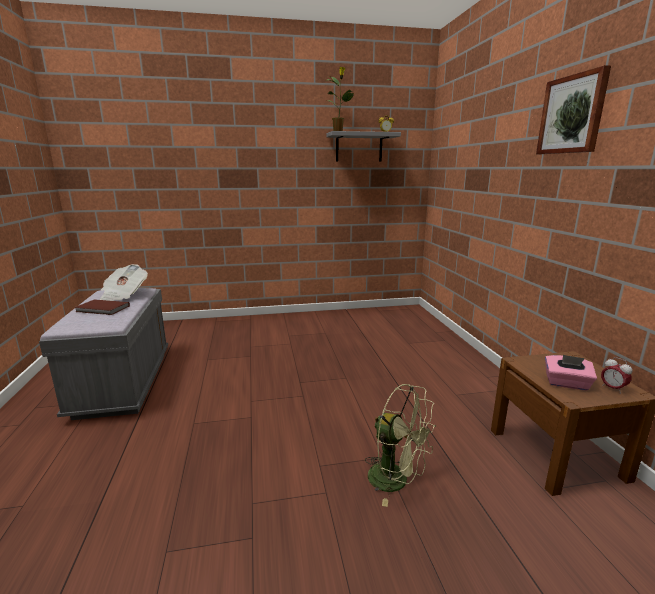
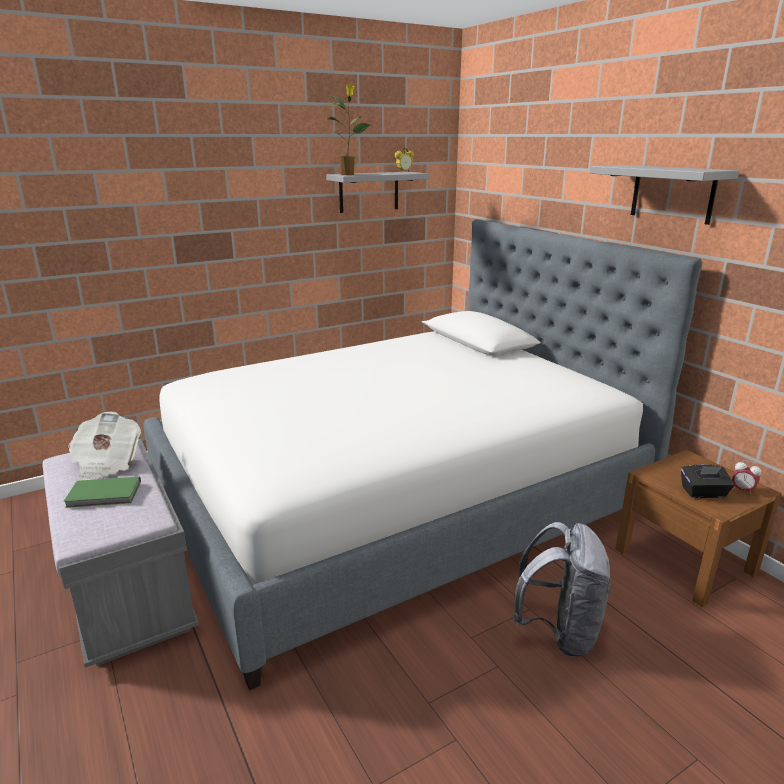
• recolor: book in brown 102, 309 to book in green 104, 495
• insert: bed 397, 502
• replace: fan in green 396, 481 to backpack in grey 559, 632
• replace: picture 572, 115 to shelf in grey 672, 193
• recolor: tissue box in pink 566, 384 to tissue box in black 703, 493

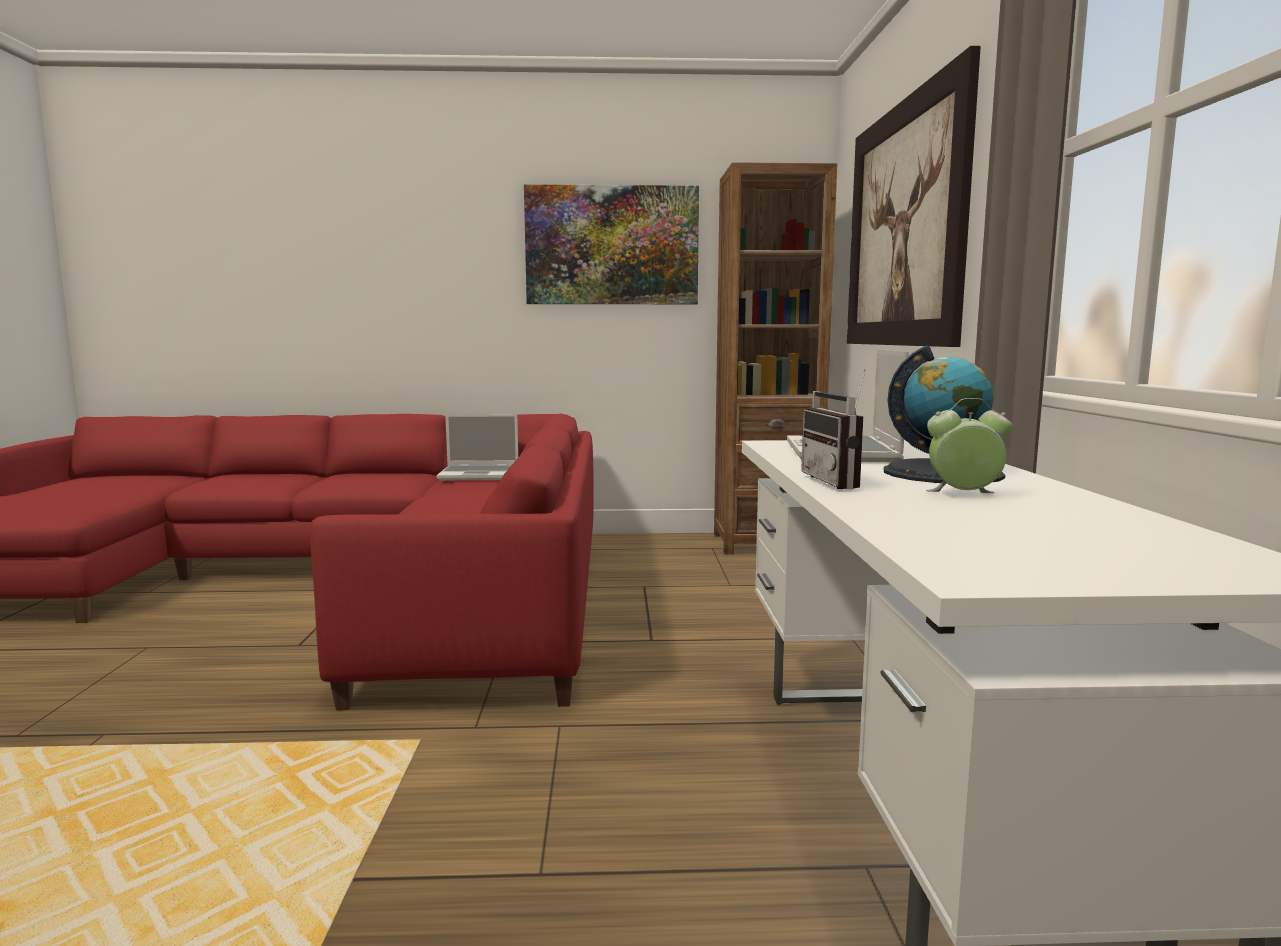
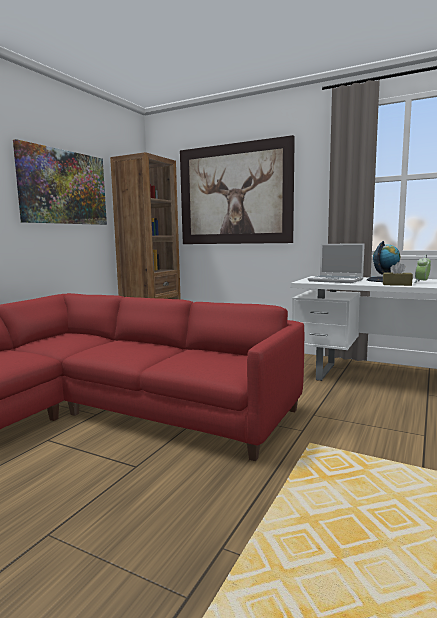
• replace: radio 841, 482 to tissue box in brown 396, 284
• delete: laptop 480, 475

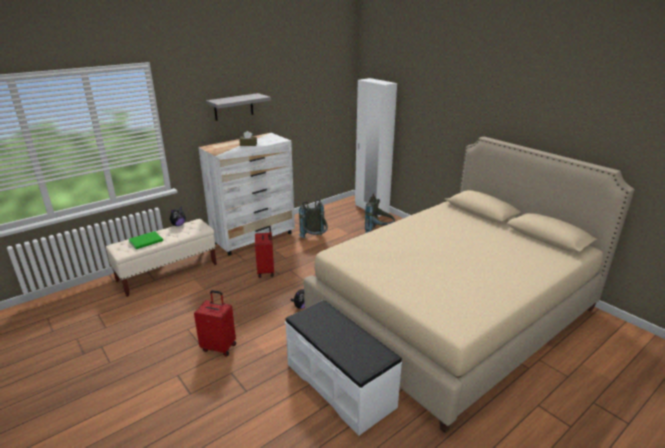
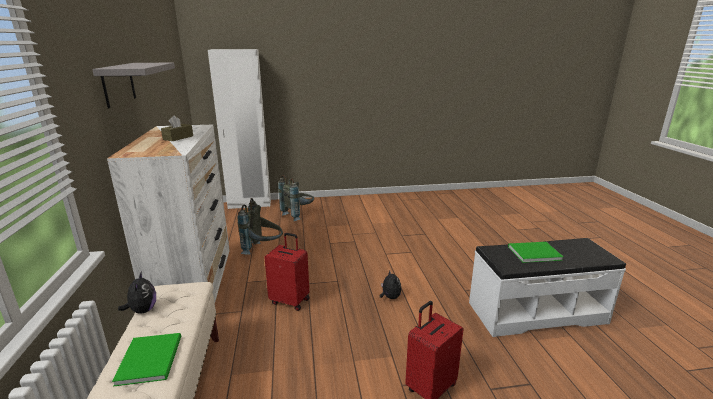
• insert: book in green 532, 252
• delete: bed in beige 453, 314

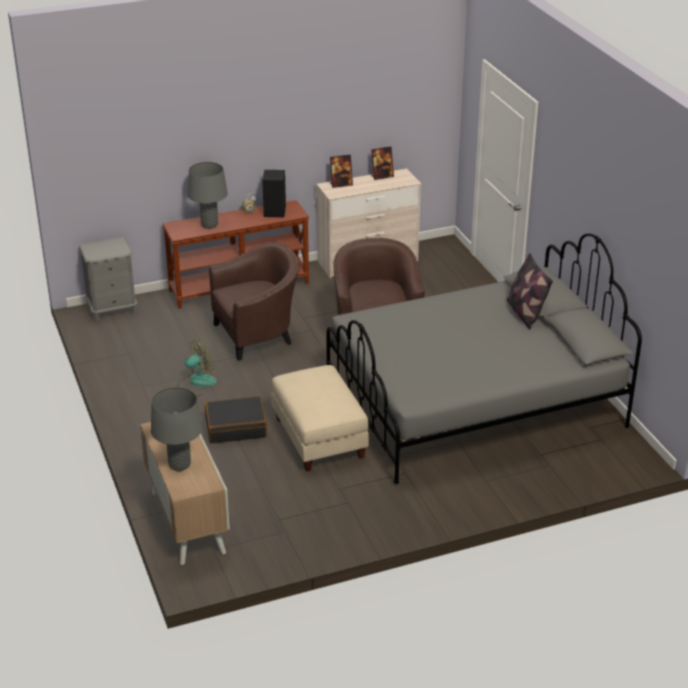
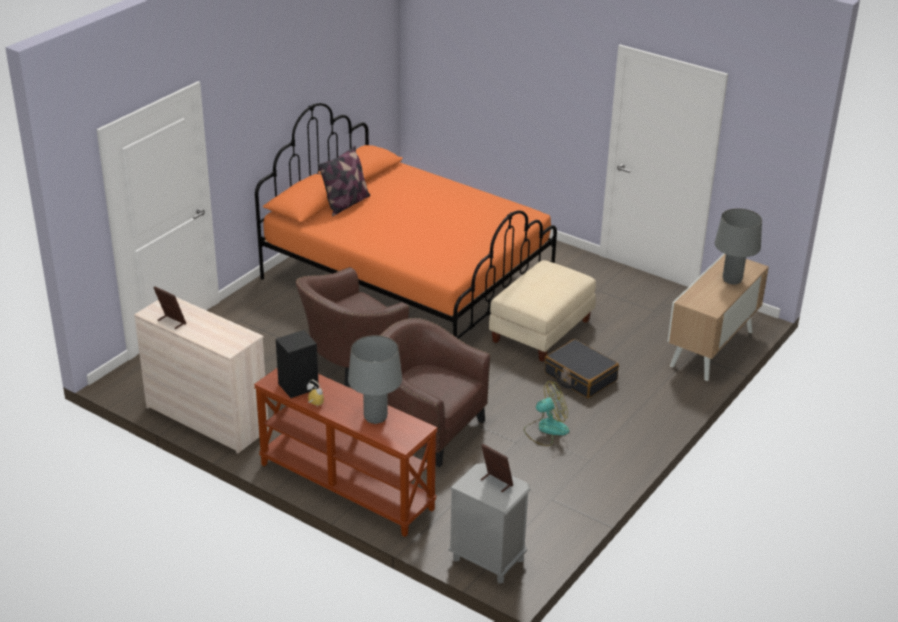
• recolor: bed in grey 474, 402 to bed in orange 408, 278
• move: picture frame 341, 184 to 496, 482
• rotate: fan 196, 383 = 546, 429 135 degrees clockwise

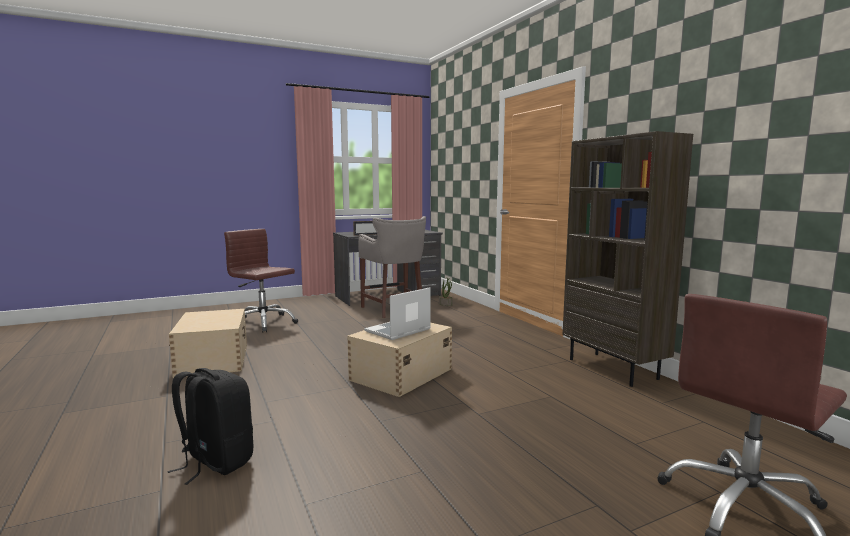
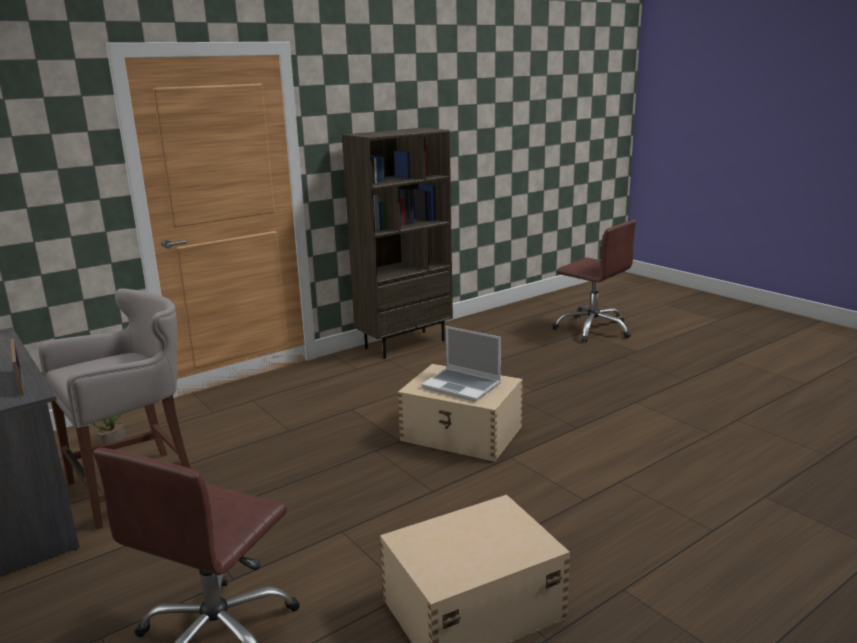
• delete: backpack in black 215, 462

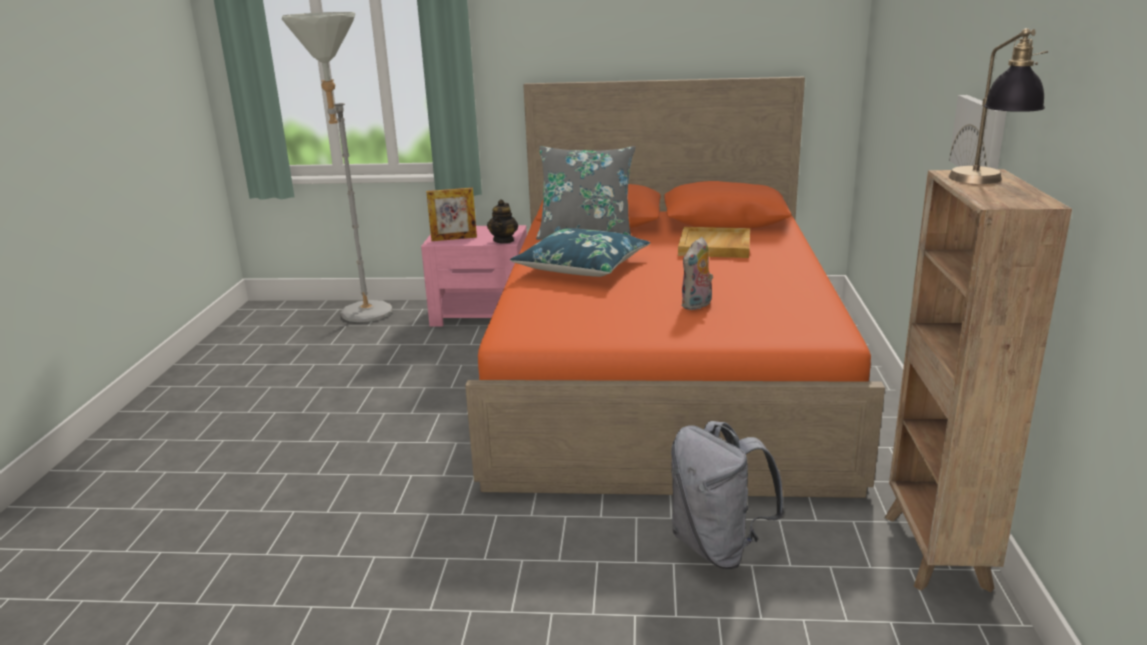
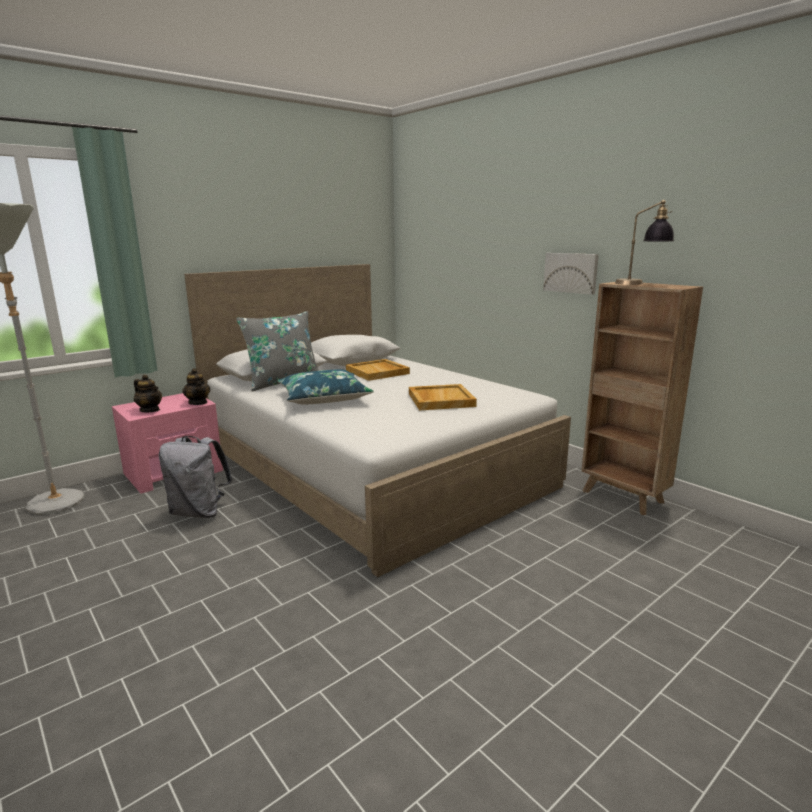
• replace: picture frame 454, 238 to teapot 150, 410
• move: backpack in grey 718, 547 to 199, 512
• recolor: bed in orange 665, 376 to bed in white 372, 467
• replace: plush toy 697, 305 to tray in beige 440, 400

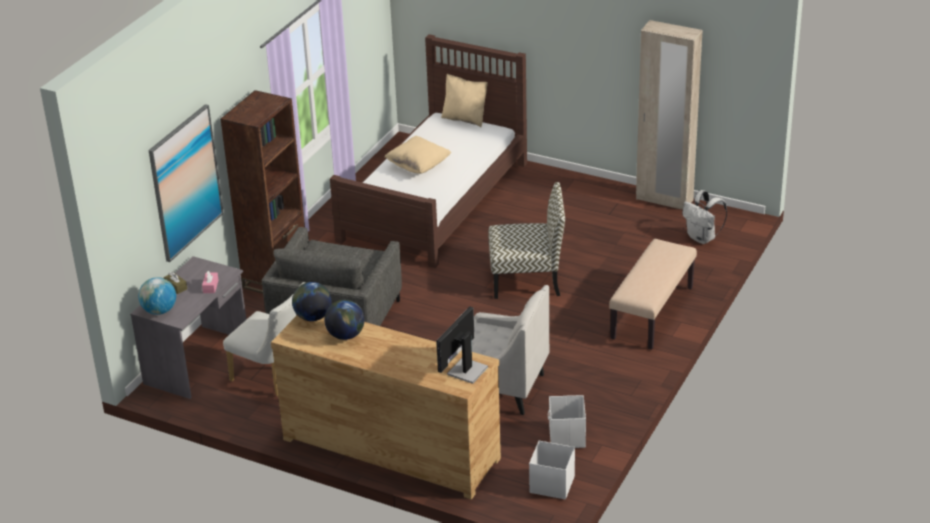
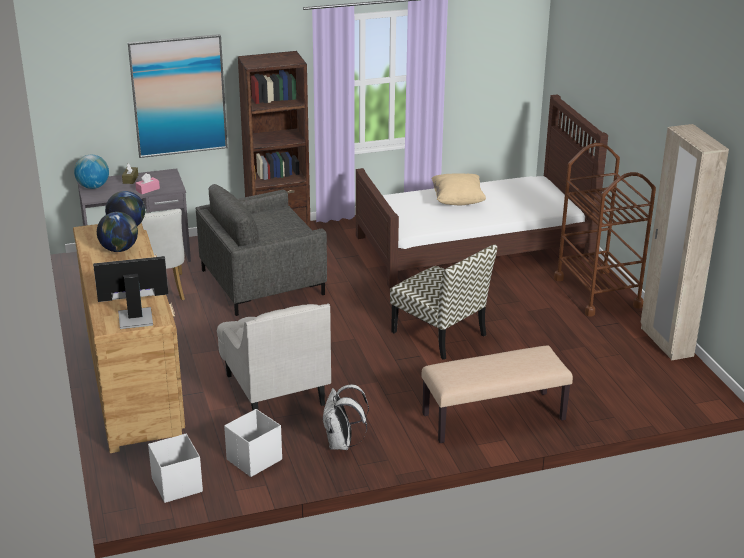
• move: backpack in white 702, 238 to 342, 444
• insert: cart in brown 597, 292
• delete: pillow in beige 465, 119

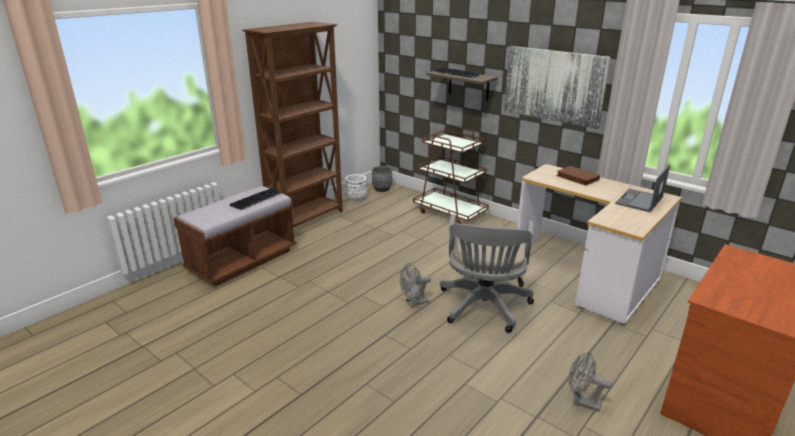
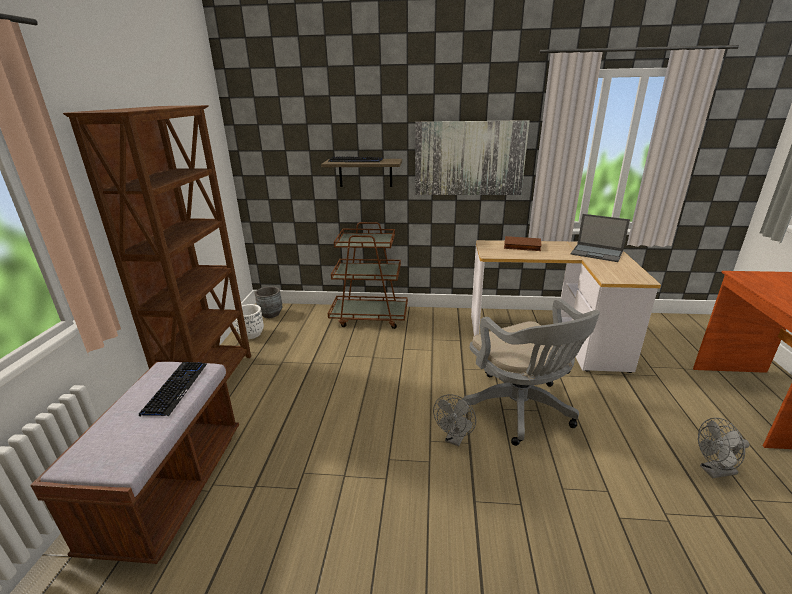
• rotate: laptop 639, 201 = 597, 253 60 degrees counterclockwise

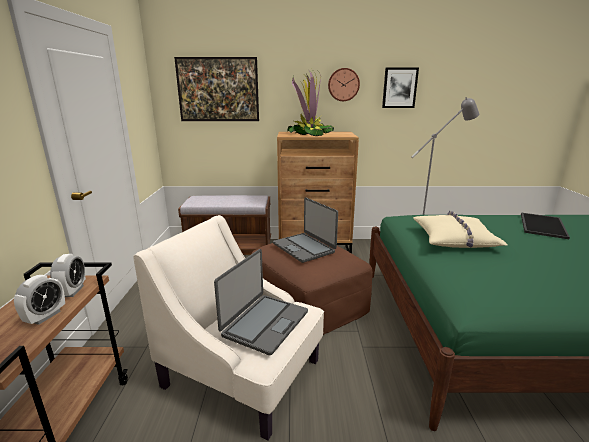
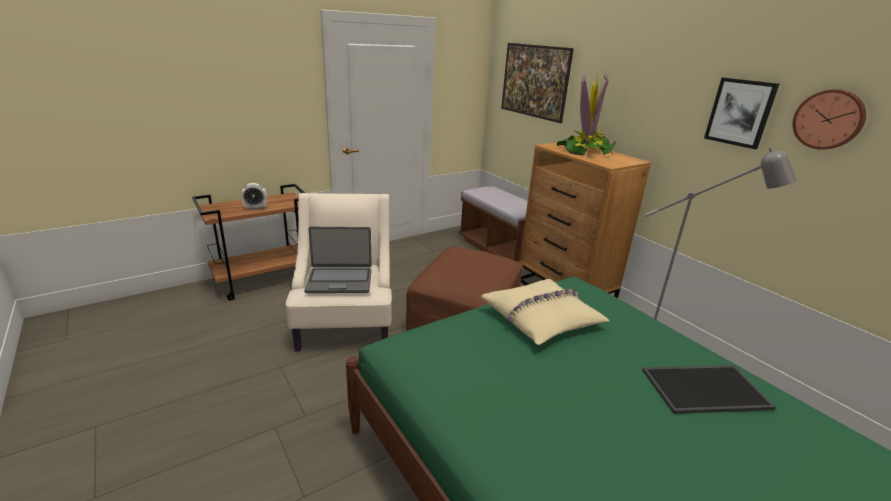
• move: wall clock 343, 84 to 829, 119
• delete: alarm clock 73, 291
• delete: laptop 304, 248

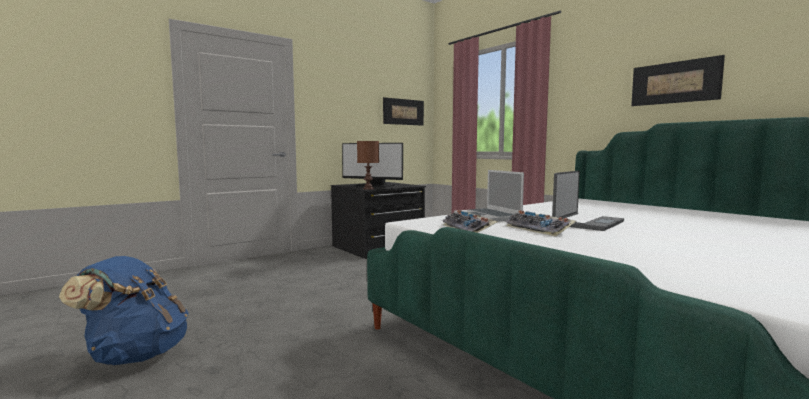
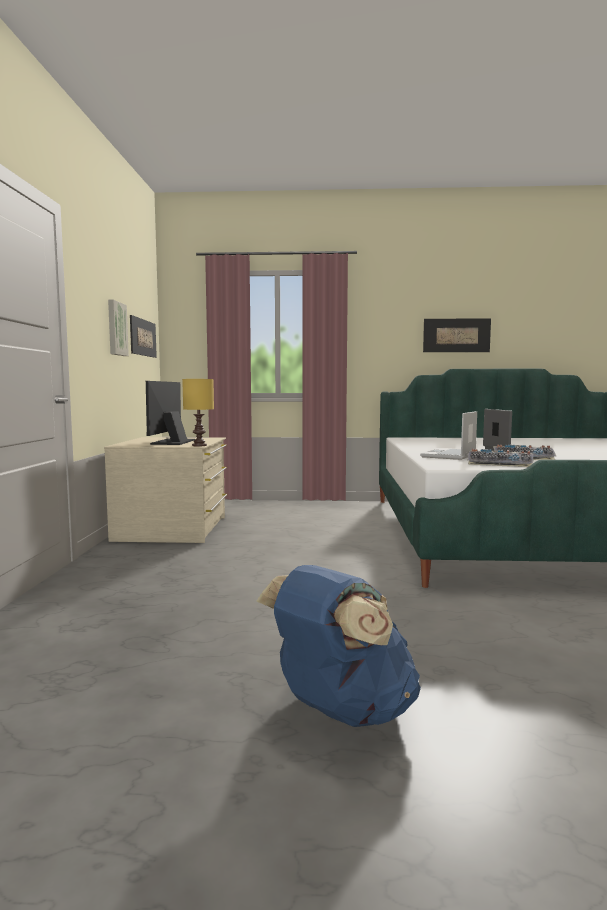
• recolor: dresser in black 378, 247 to dresser in beige 173, 528
• insert: picture 116, 328
• rotate: monitor 374, 185 = 172, 442 120 degrees clockwise
• recolor: table lamp in brown 368, 189 to table lamp in yellow 199, 445
• rotate: laptop 488, 217 = 449, 456 105 degrees clockwise

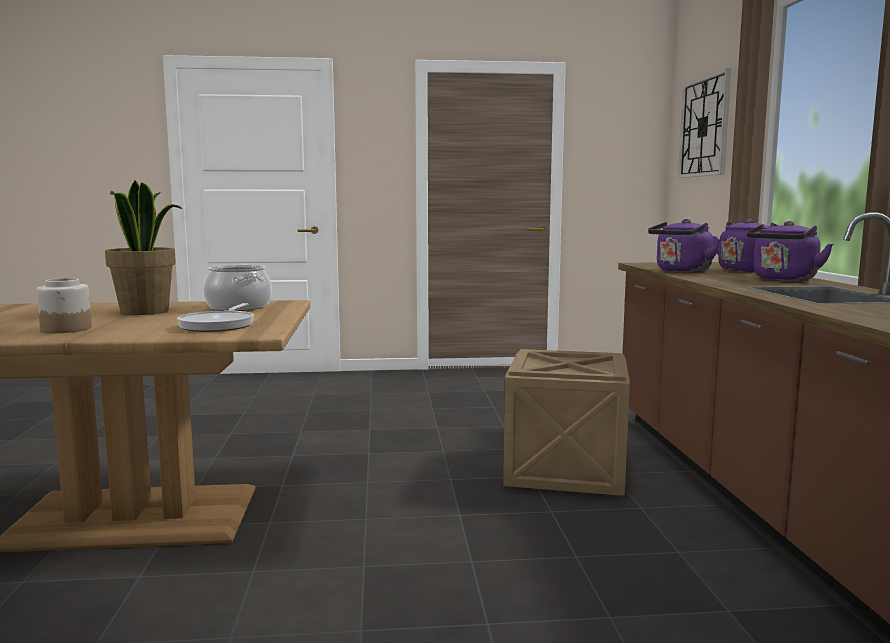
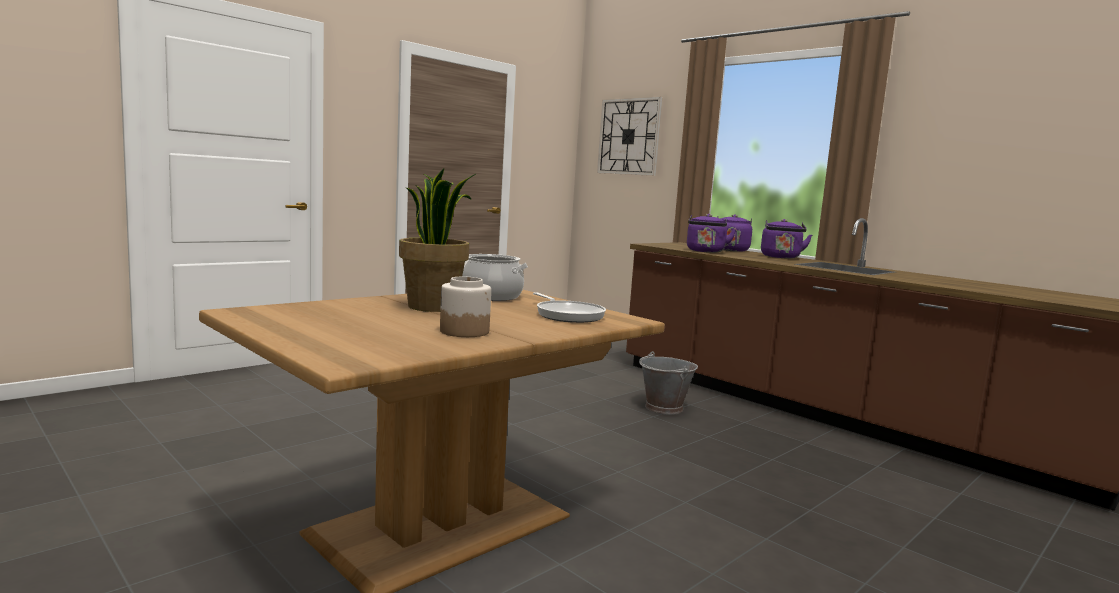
• replace: crate 565, 471 to bucket in grey 664, 408

